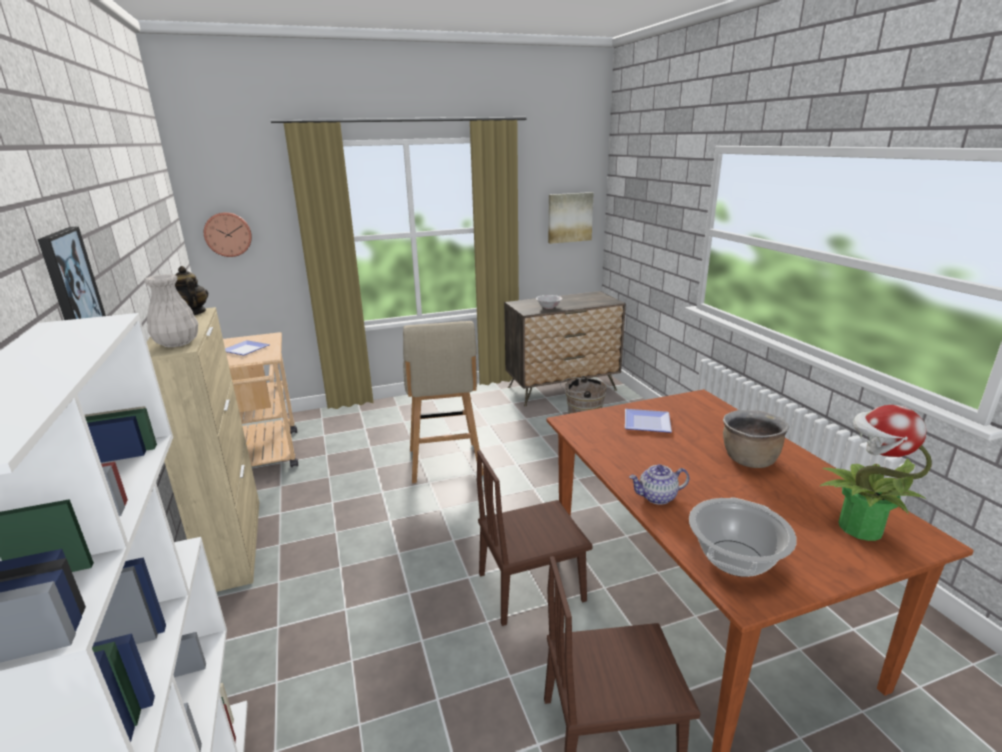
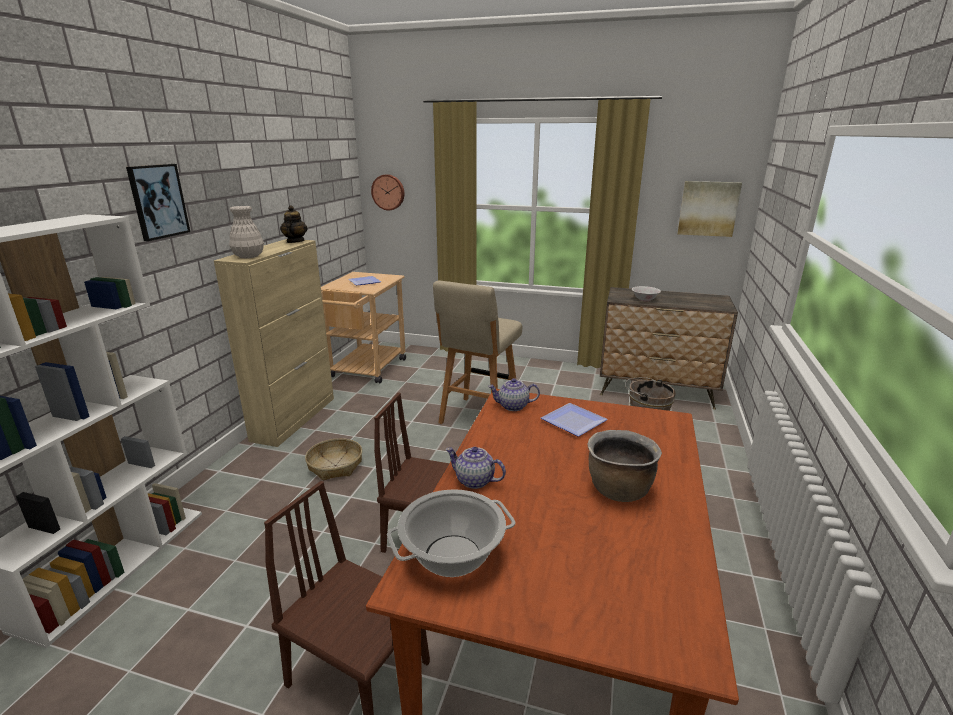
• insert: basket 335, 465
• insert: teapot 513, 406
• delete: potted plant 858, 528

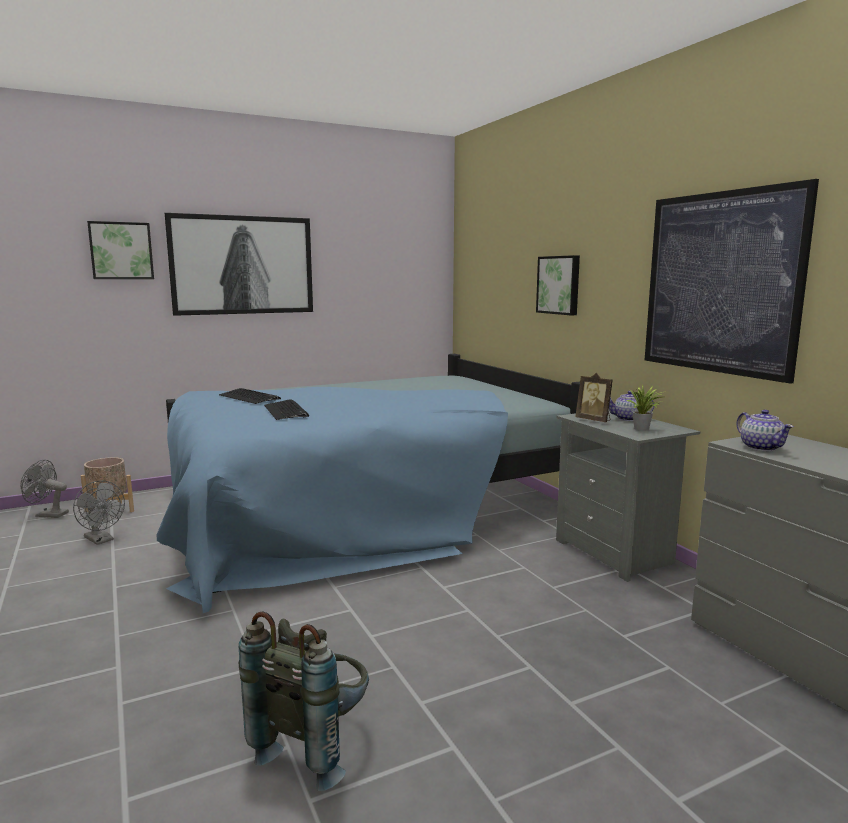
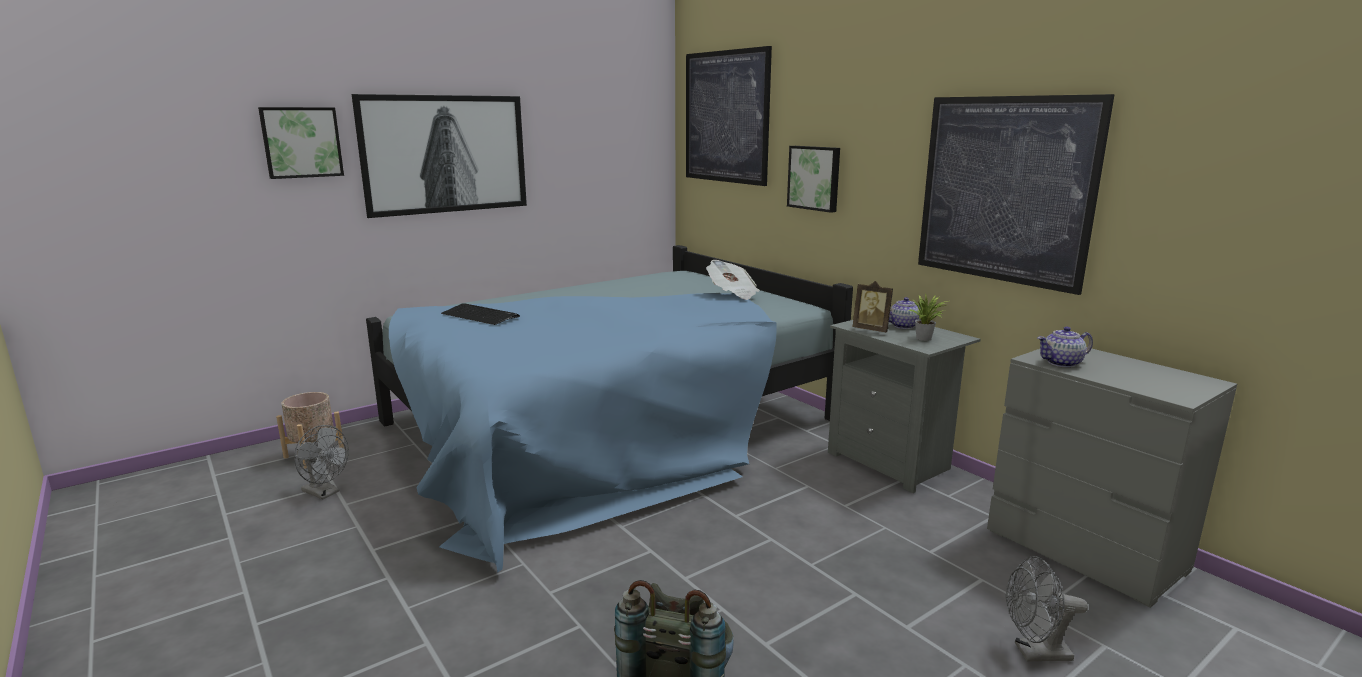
• insert: picture 726, 117
• insert: newspaper 732, 294
• move: fan in grey 47, 515 to 1035, 653
• rotate: teapot 761, 447 = 1062, 363 105 degrees clockwise
• delete: keyboard 286, 411

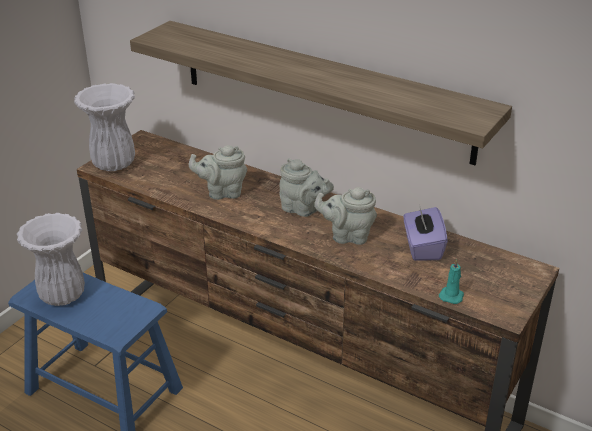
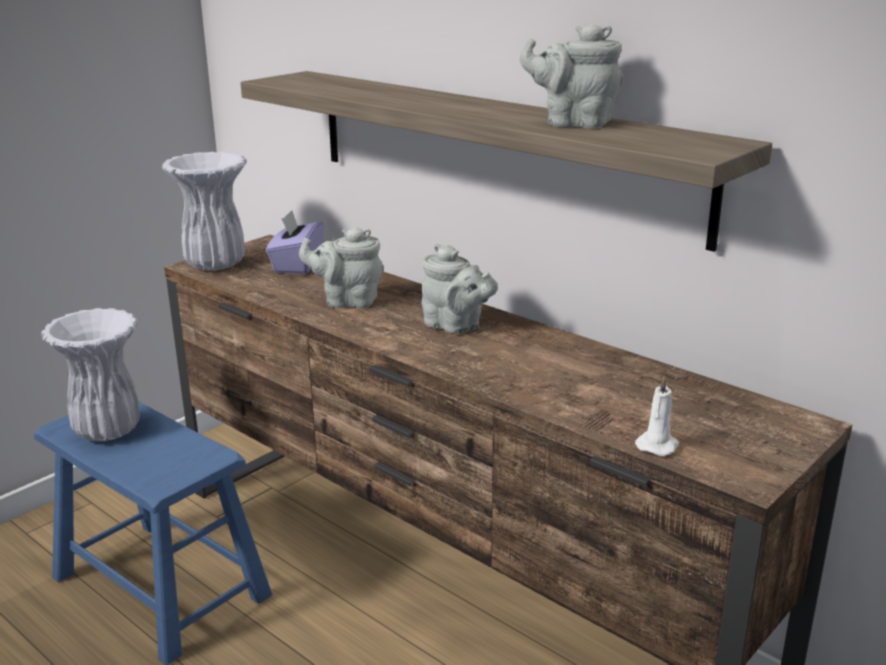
• move: tissue box in purple 422, 247 to 297, 265
• move: teapot in grey 347, 236 to 573, 122
• recolor: candle in turquoise 451, 295 to candle in white 658, 445

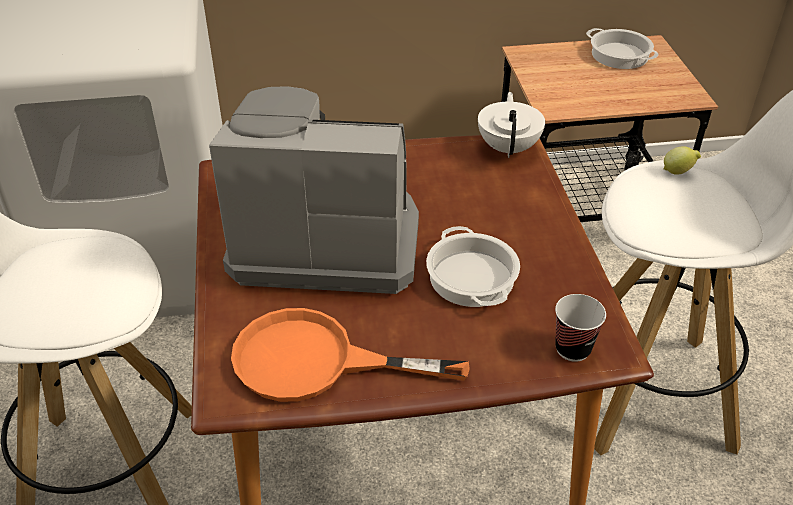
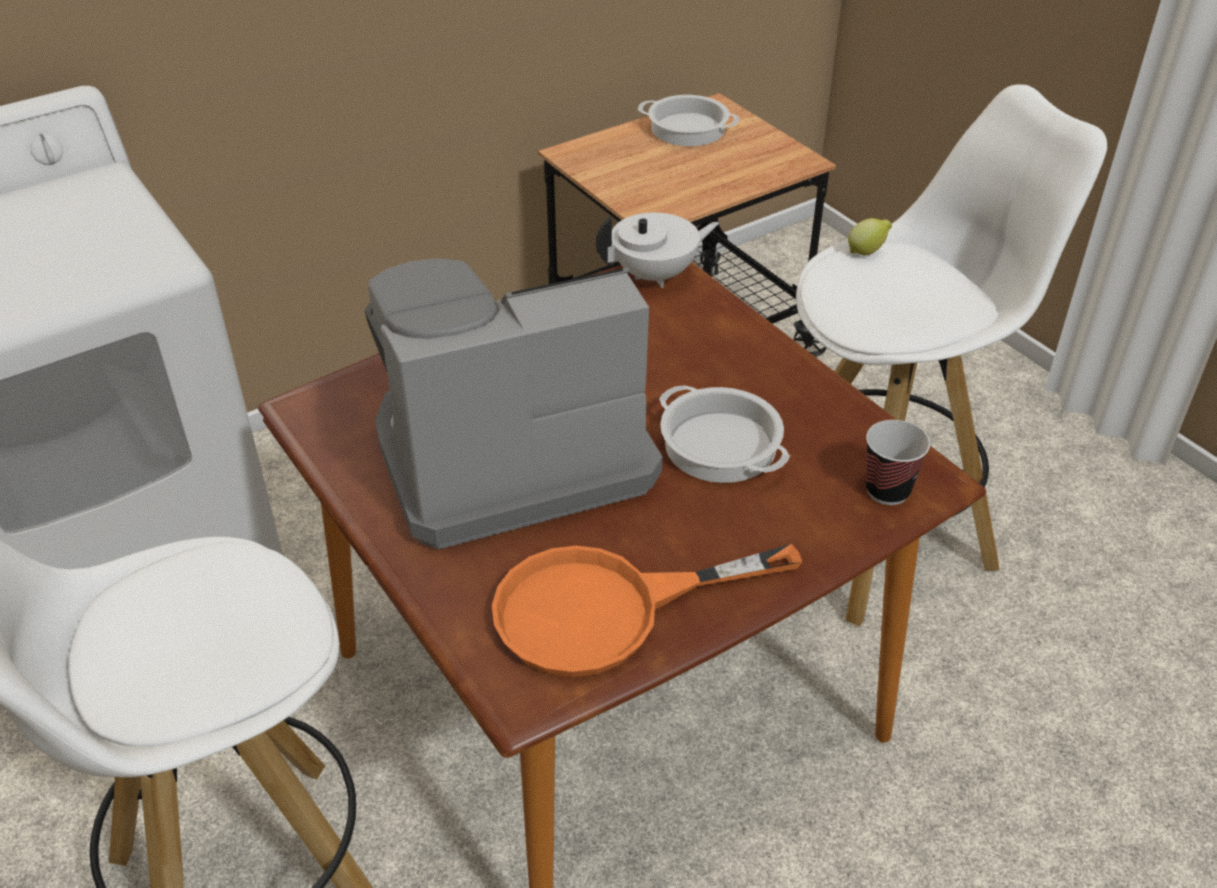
• rotate: teapot in white 509, 148 = 655, 275 90 degrees clockwise

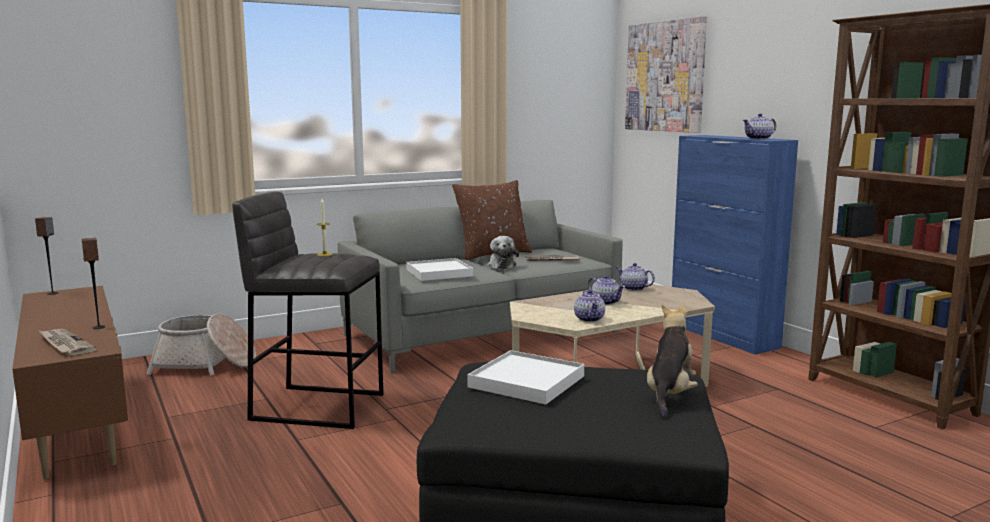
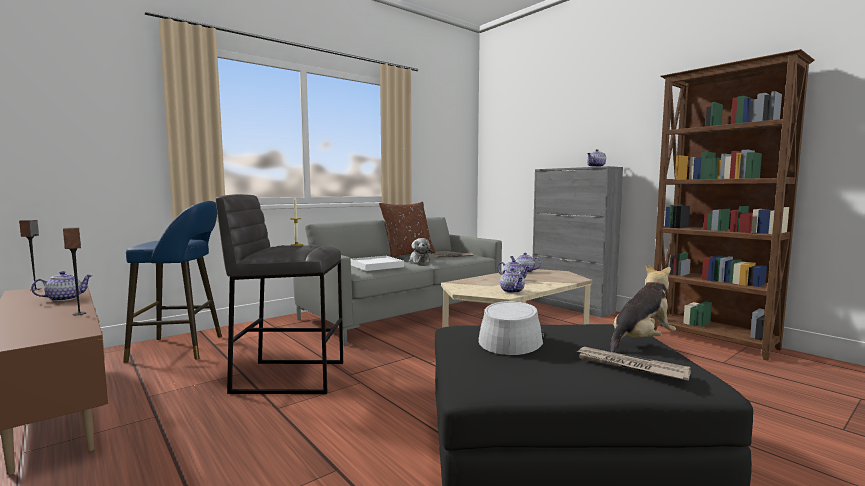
• insert: teapot 64, 298
• replace: basket 205, 365 to stool in blue 182, 348
• replace: tray in white 526, 382 to hat in grey 511, 338
• recolor: cabinet in blue 723, 335 to cabinet in grey 571, 306
• move: newspaper 65, 344 to 630, 366
• rotate: plush toy 669, 394 = 641, 341 45 degrees clockwise
• delete: picture 665, 76

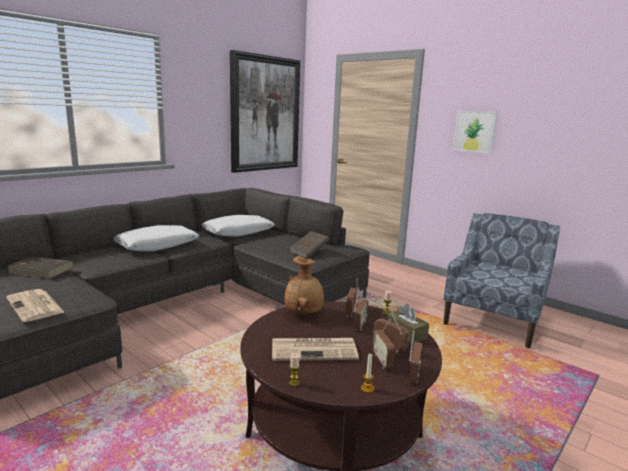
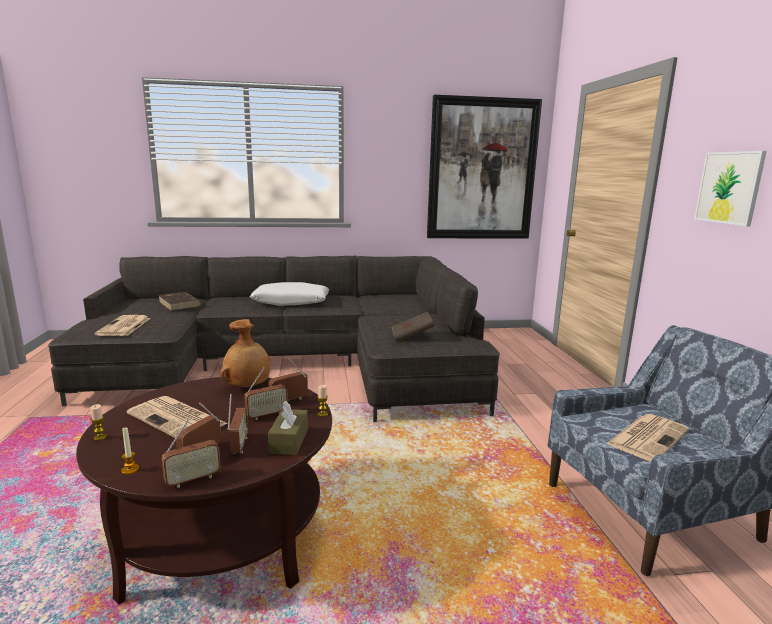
• insert: newspaper 647, 437
• delete: pillow in white 238, 232

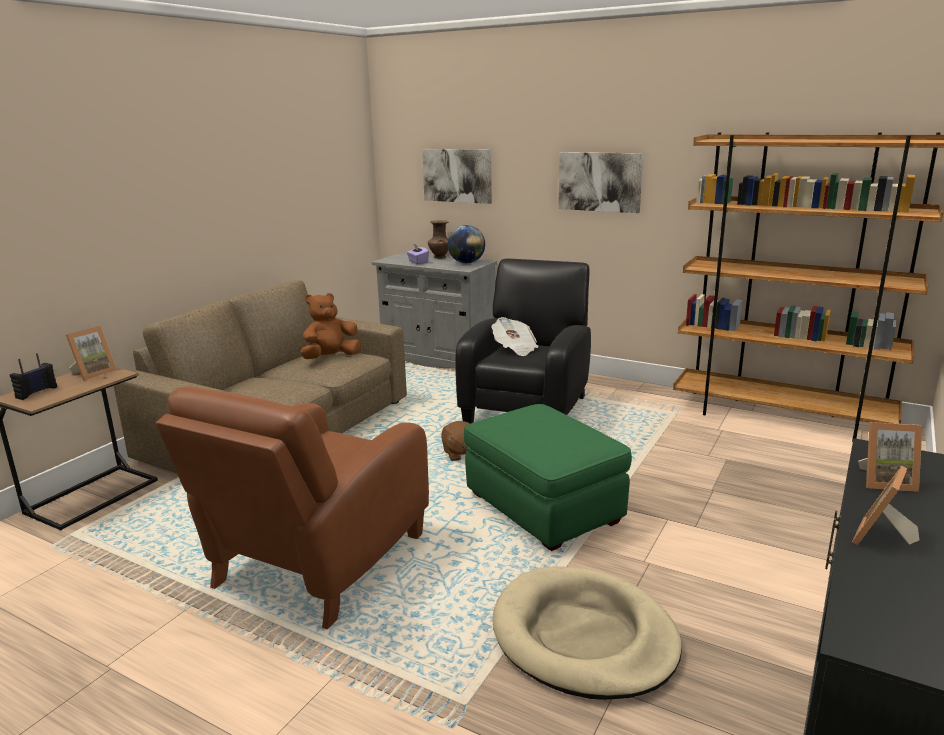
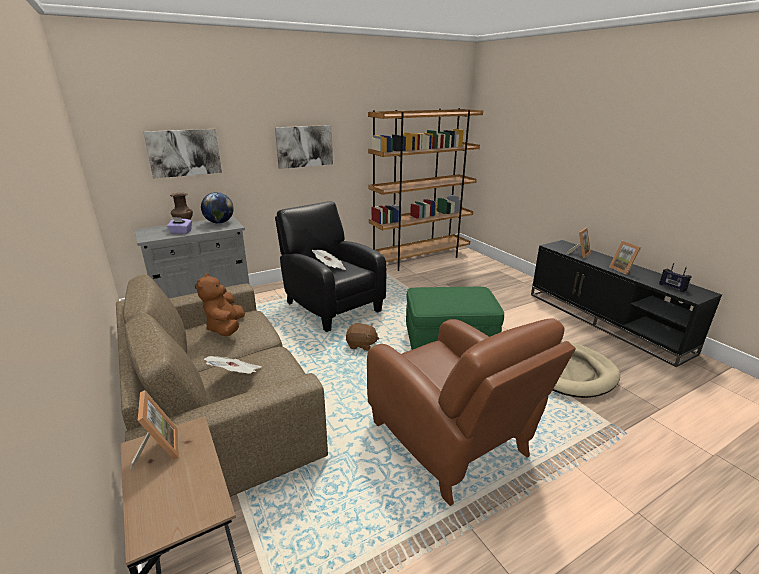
• insert: newspaper 236, 376
• move: radio 36, 392 to 672, 287

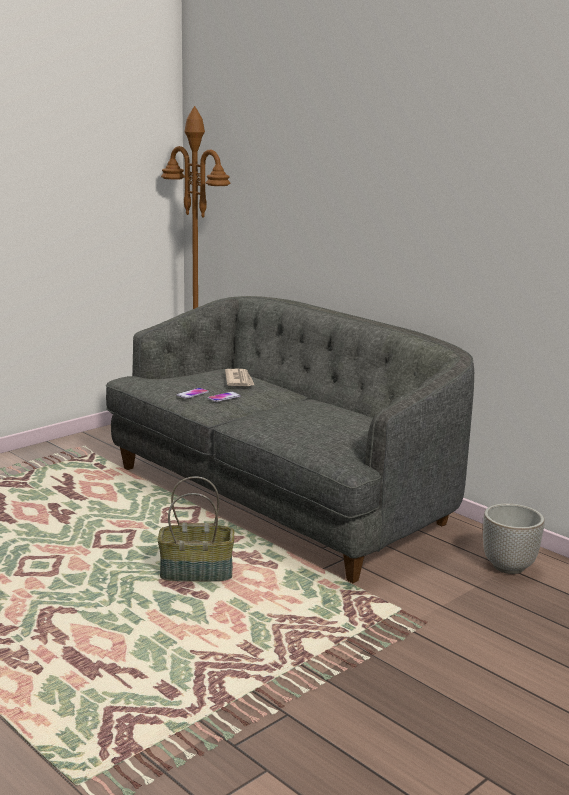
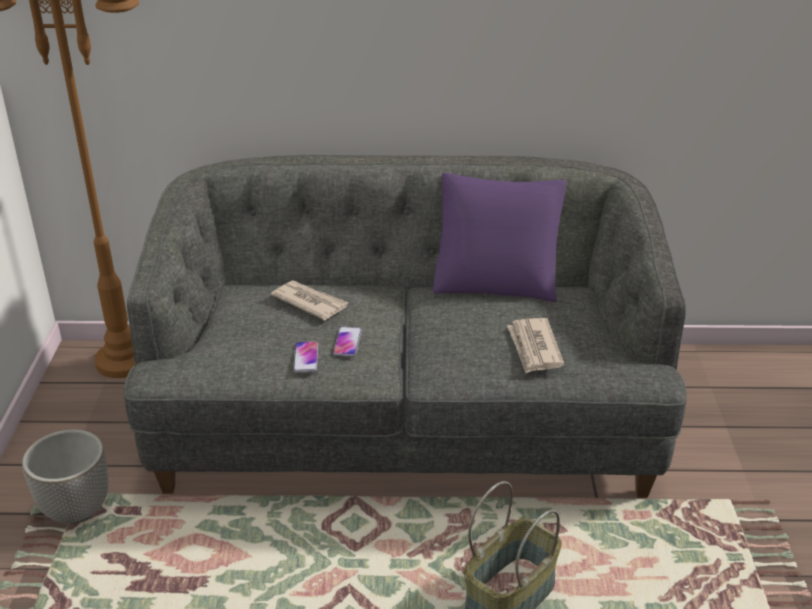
• move: planter 509, 567 to 77, 510
• insert: pillow in purple 496, 279
• insert: newspaper 534, 348

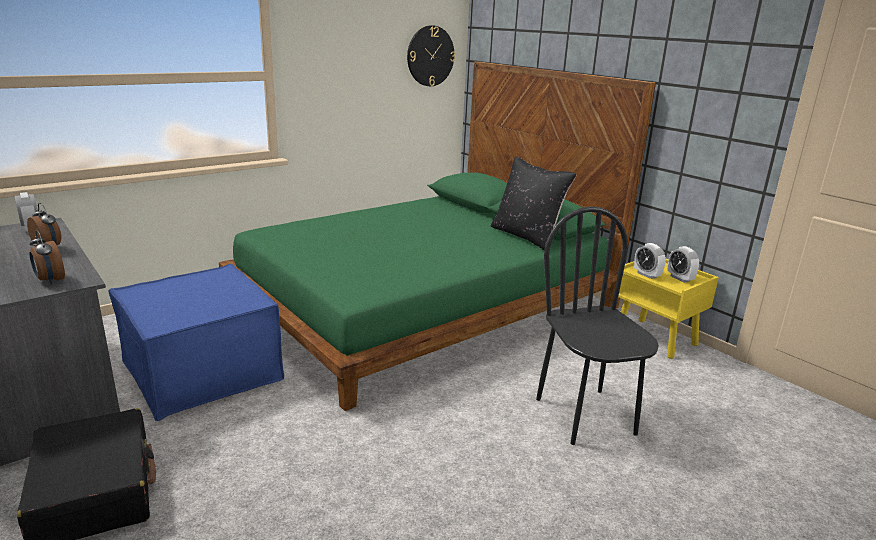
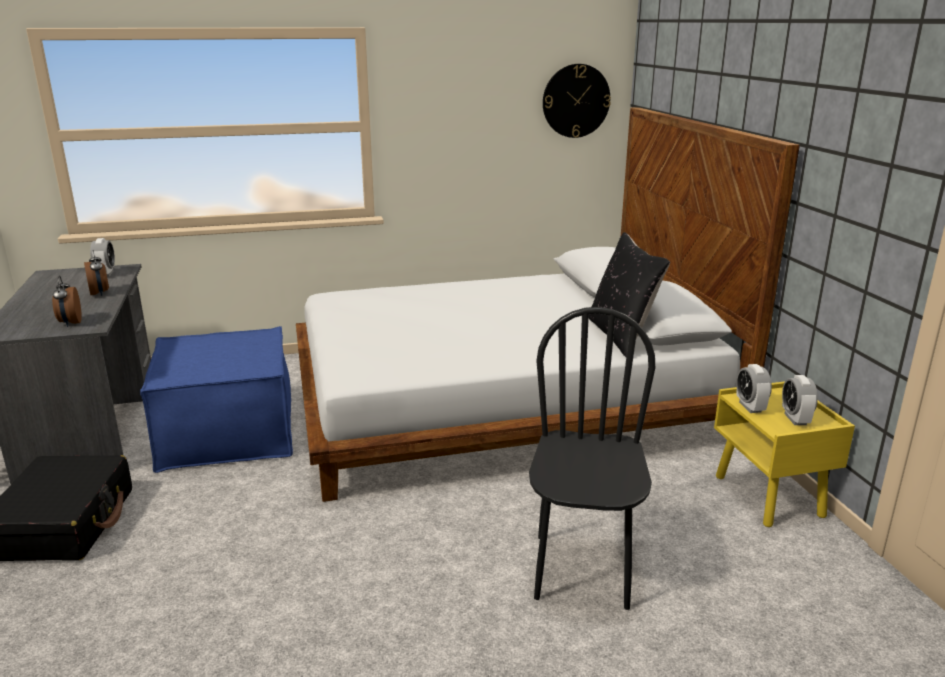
• recolor: bed in green 424, 304 to bed in white 502, 401

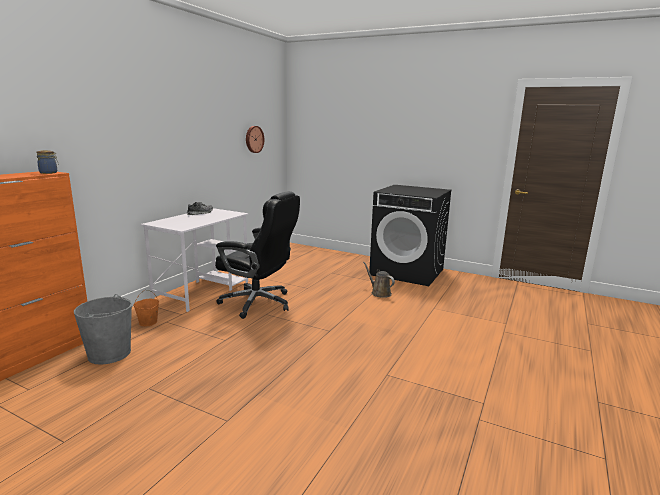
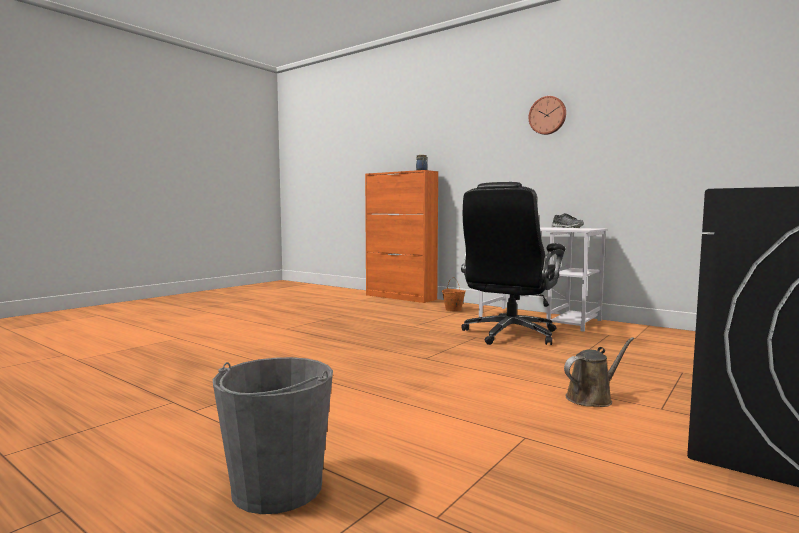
• move: bucket in grey 110, 354 to 276, 488
• move: wall clock 254, 139 to 547, 115

